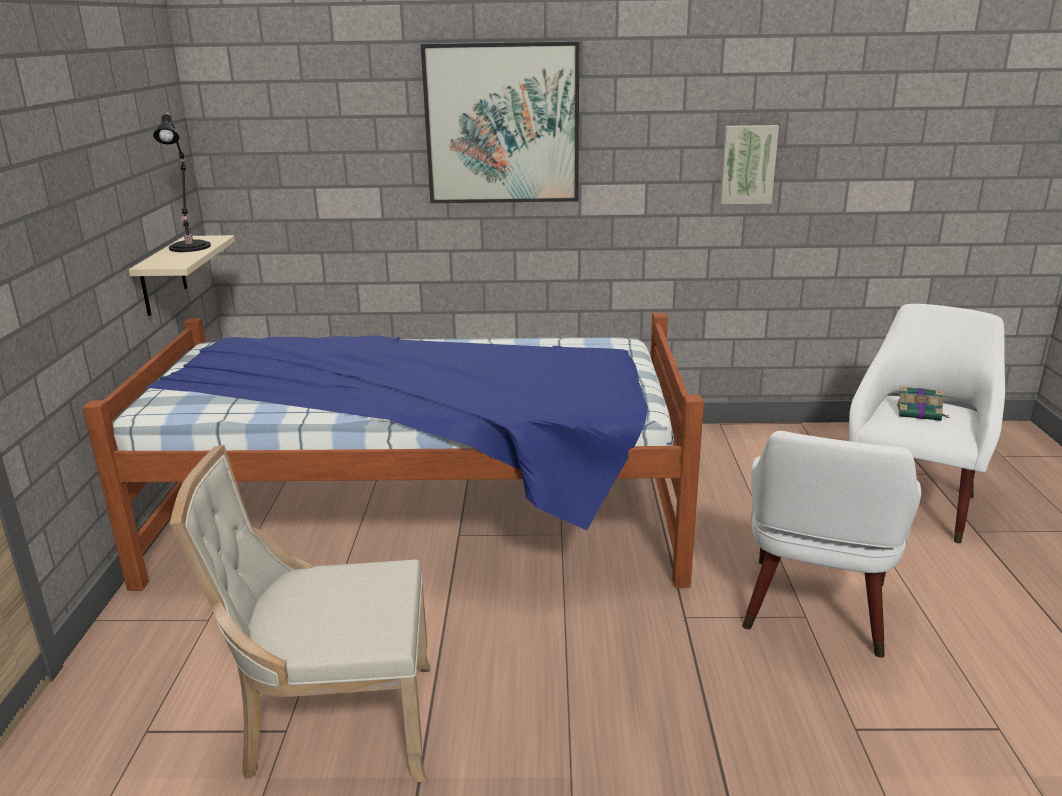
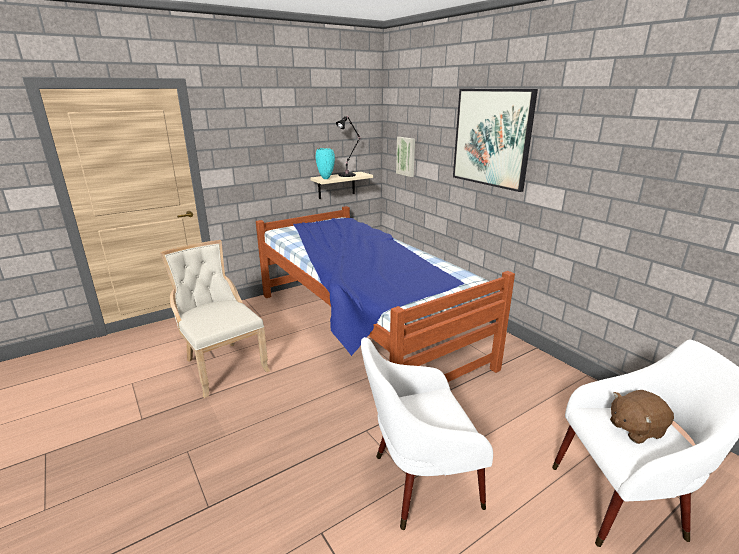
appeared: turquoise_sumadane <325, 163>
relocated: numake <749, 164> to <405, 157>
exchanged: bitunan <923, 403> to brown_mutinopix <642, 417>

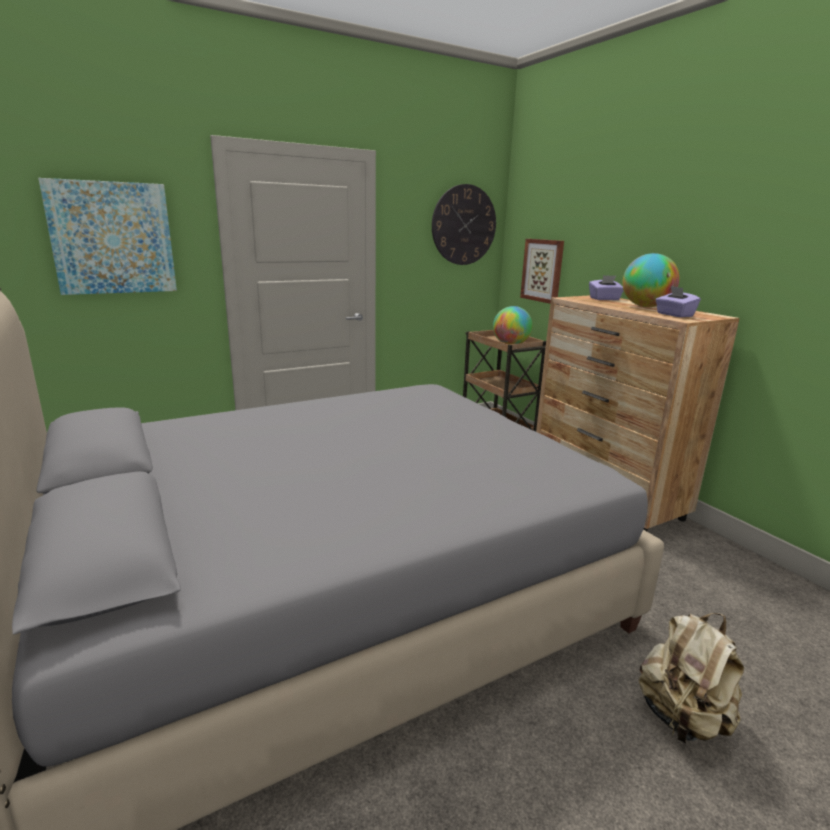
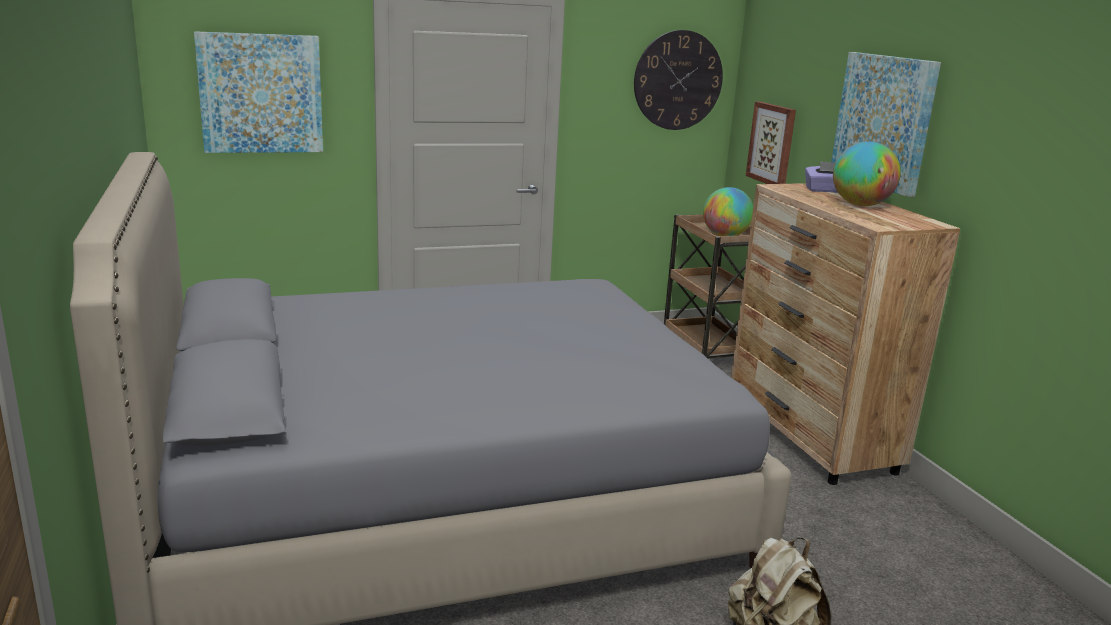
missing: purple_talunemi <678, 301>
appeared: numake <886, 124>

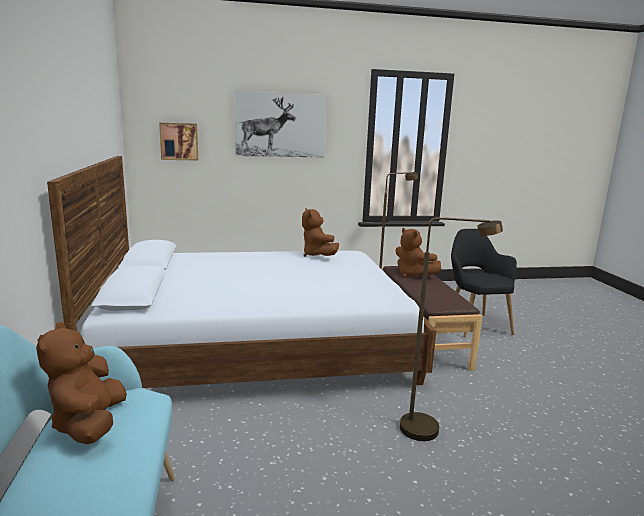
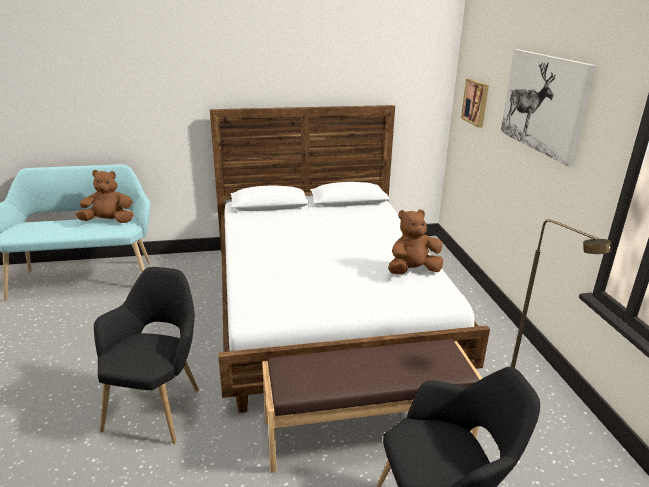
missing: brown_mutinopix <418, 253>
exchanged: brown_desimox <451, 329> to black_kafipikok <146, 355>

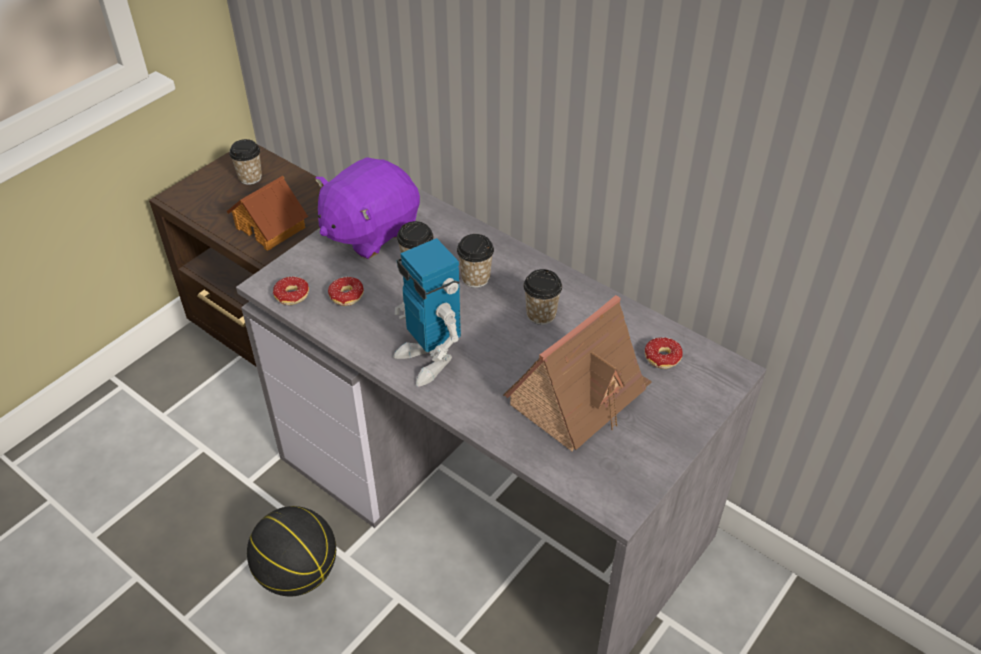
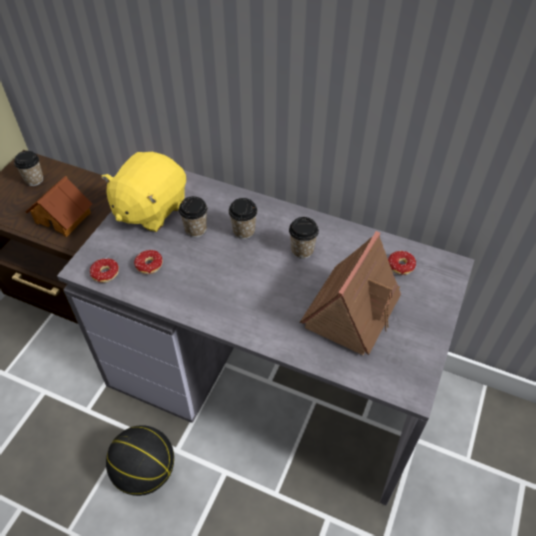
missing: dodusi <427, 312>
colour: purple_mutinopix <367, 208> to yellow_mutinopix <143, 192>

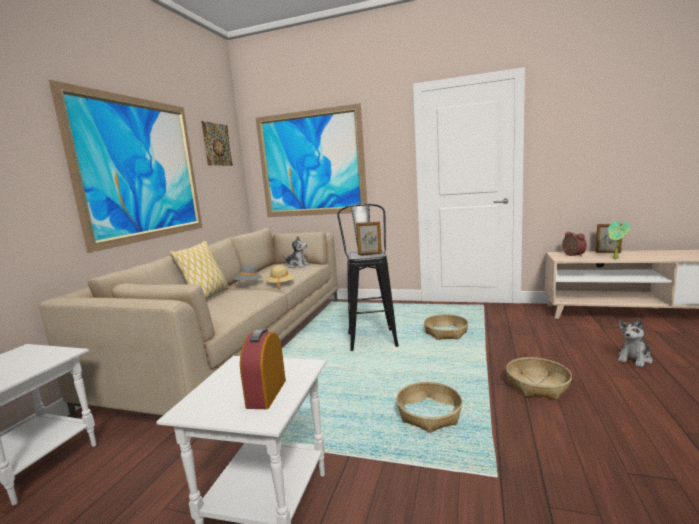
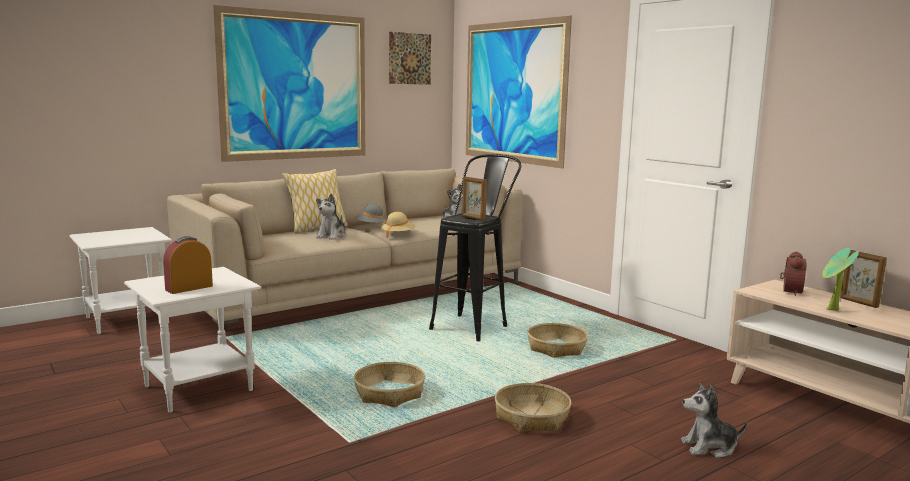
appeared: mutinopix <331, 216>

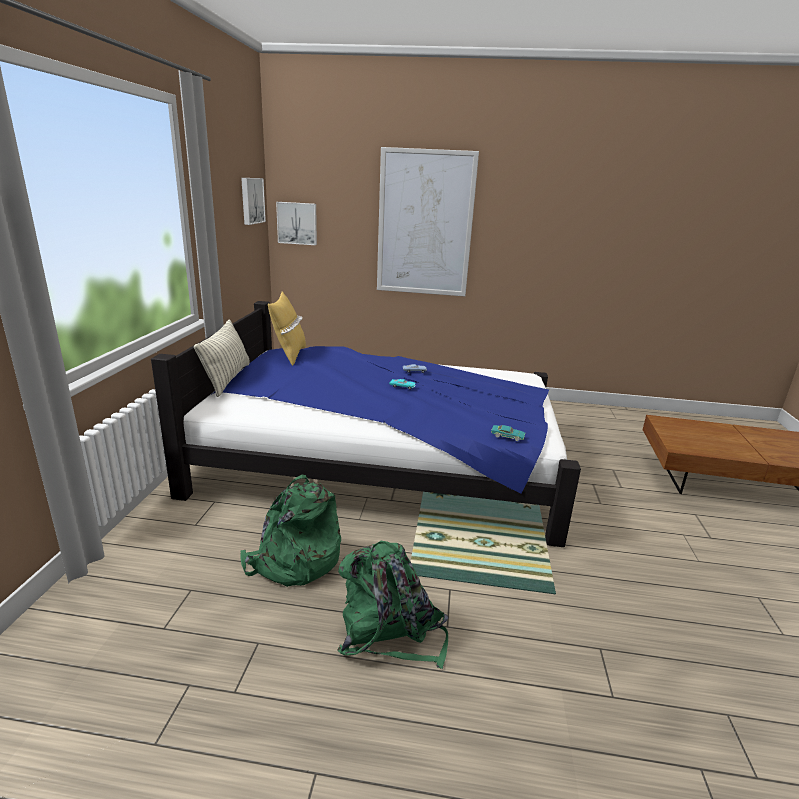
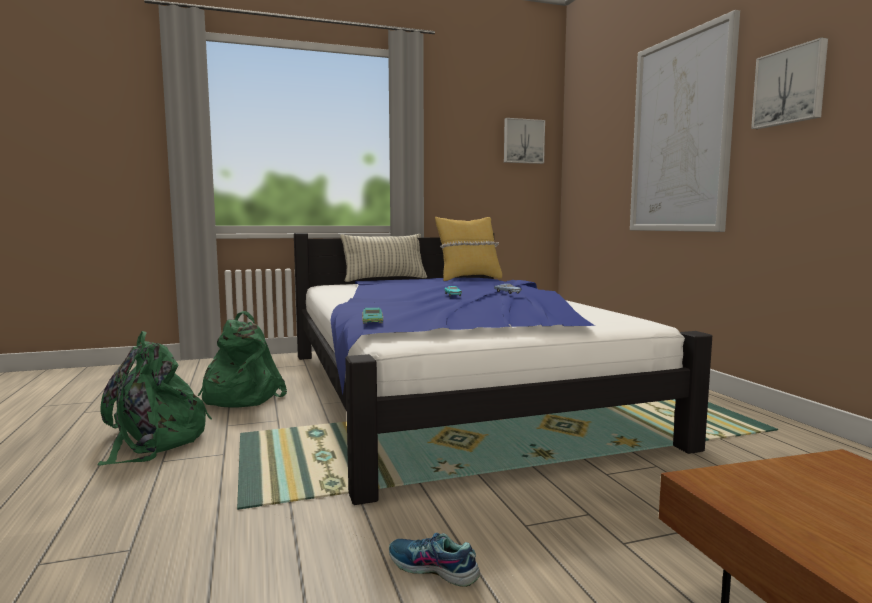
appeared: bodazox <434, 560>
relocated: numake <296, 223> to <789, 83>

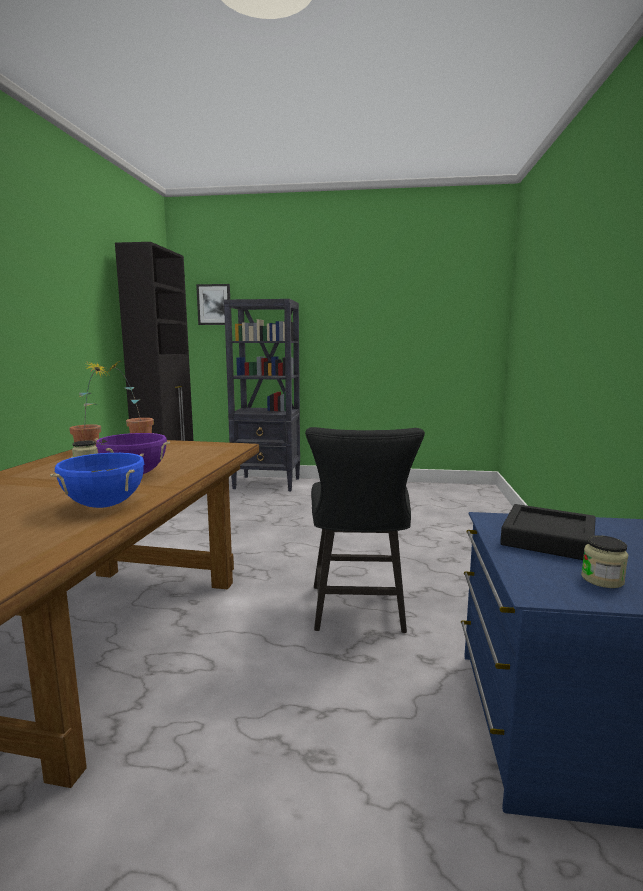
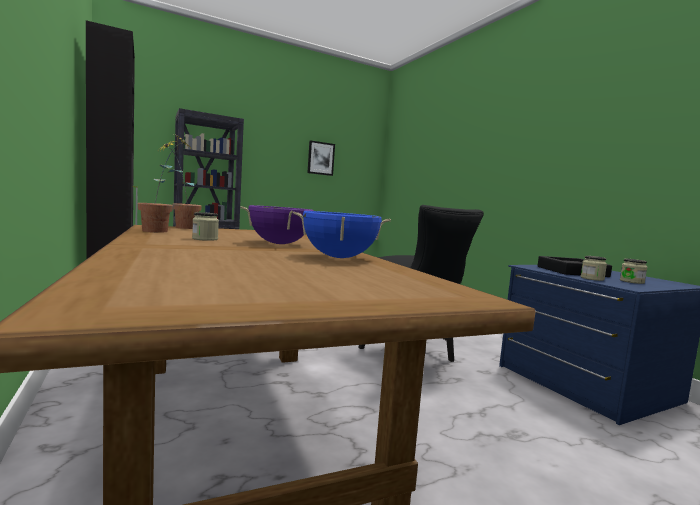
appeared: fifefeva <594, 268>
relocated: numake <213, 304> to <321, 158>

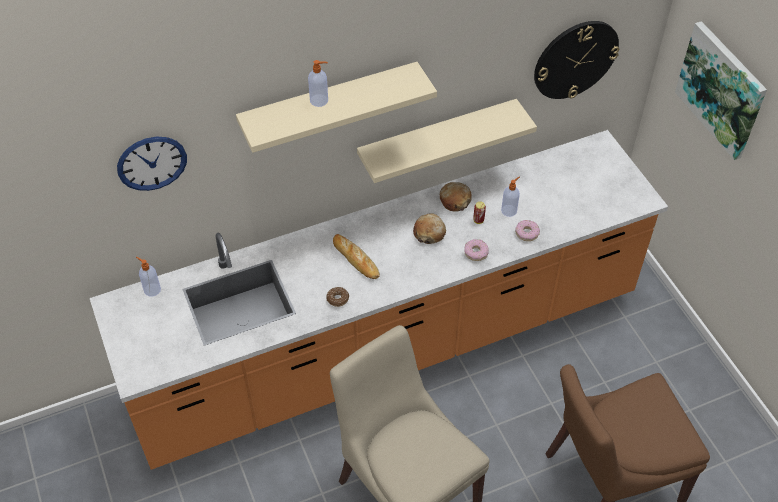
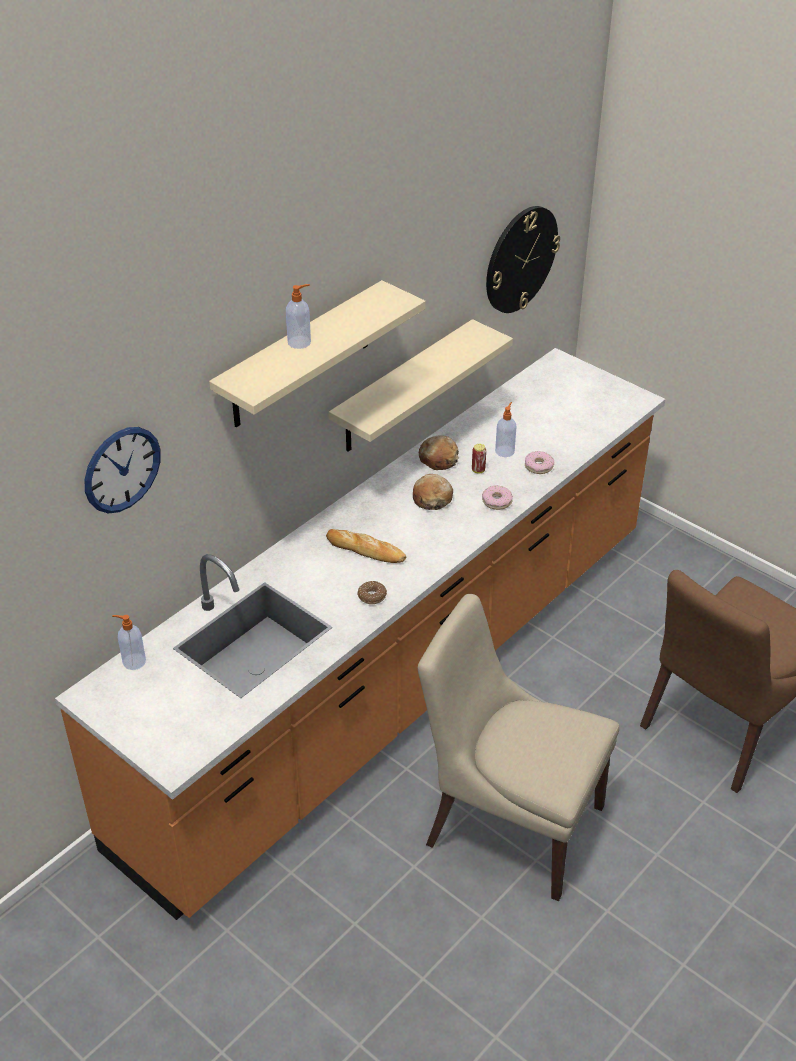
missing: numake <721, 90>

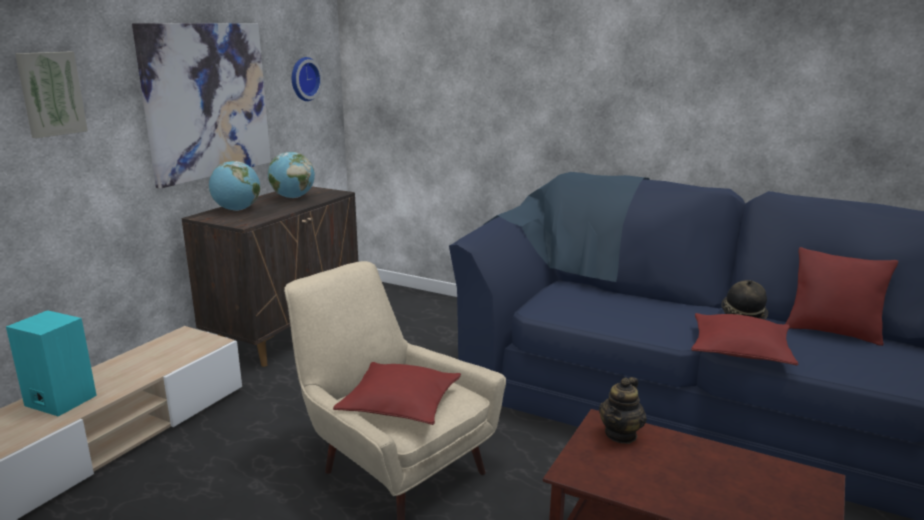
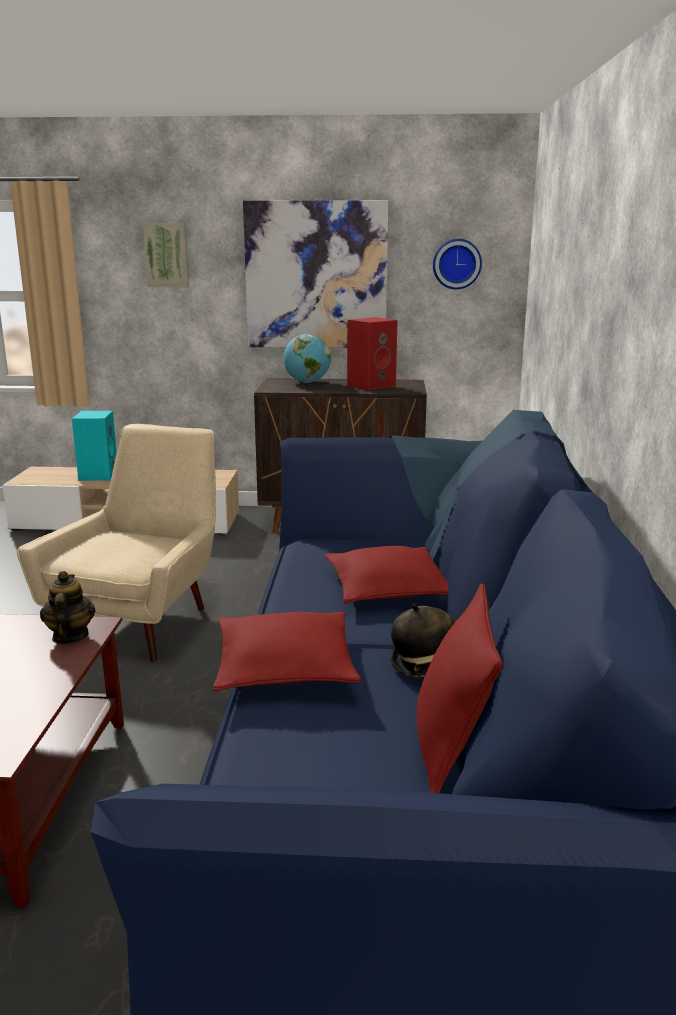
relocated: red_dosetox <397, 393> to <386, 574>
exchanged: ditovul <291, 175> to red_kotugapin <372, 353>
spun: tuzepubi <623, 410> = <68, 607> 75 degrees clockwise

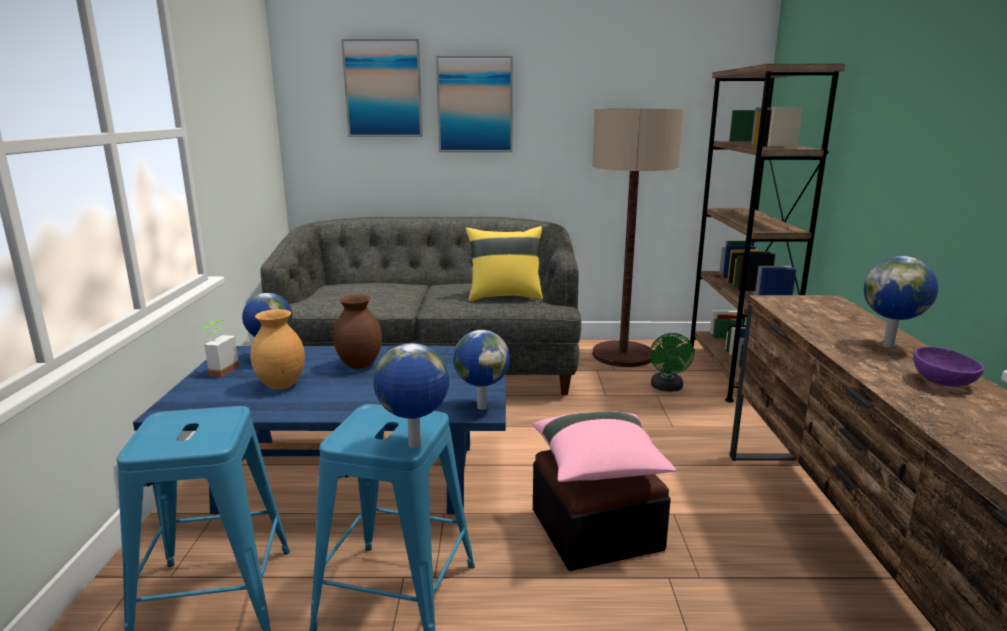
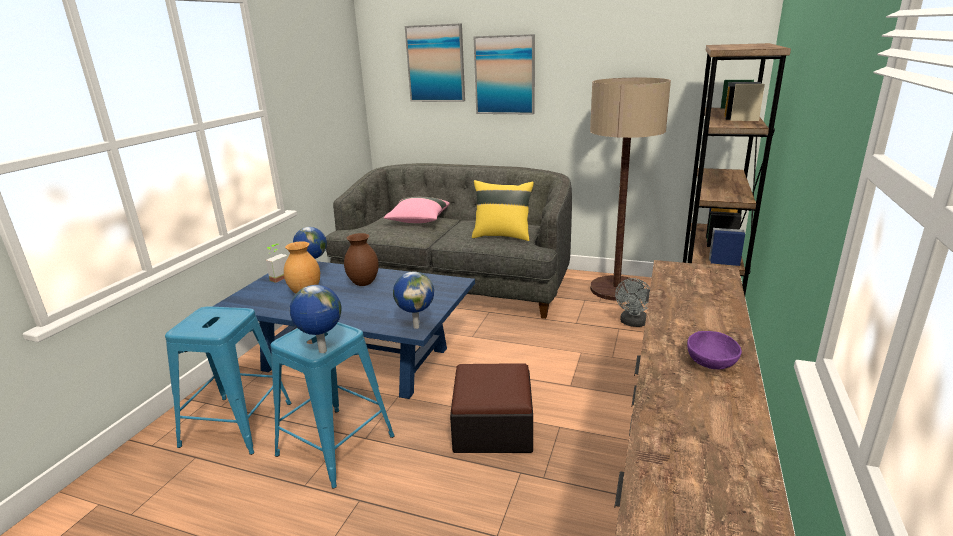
missing: ditovul <901, 302>
relocated: pink_dosetox <604, 447> to <417, 210>
colour: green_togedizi <672, 362> to grey_togedizi <632, 302>

